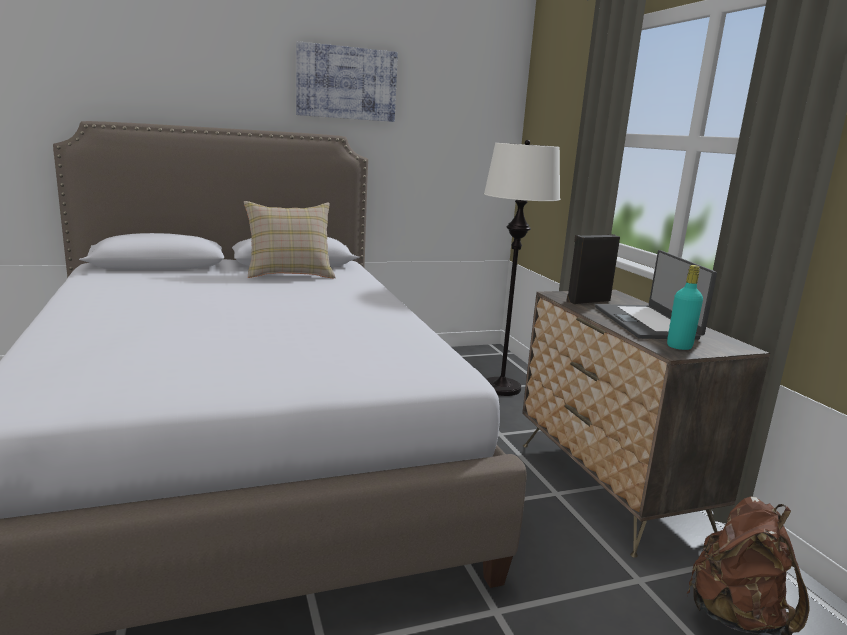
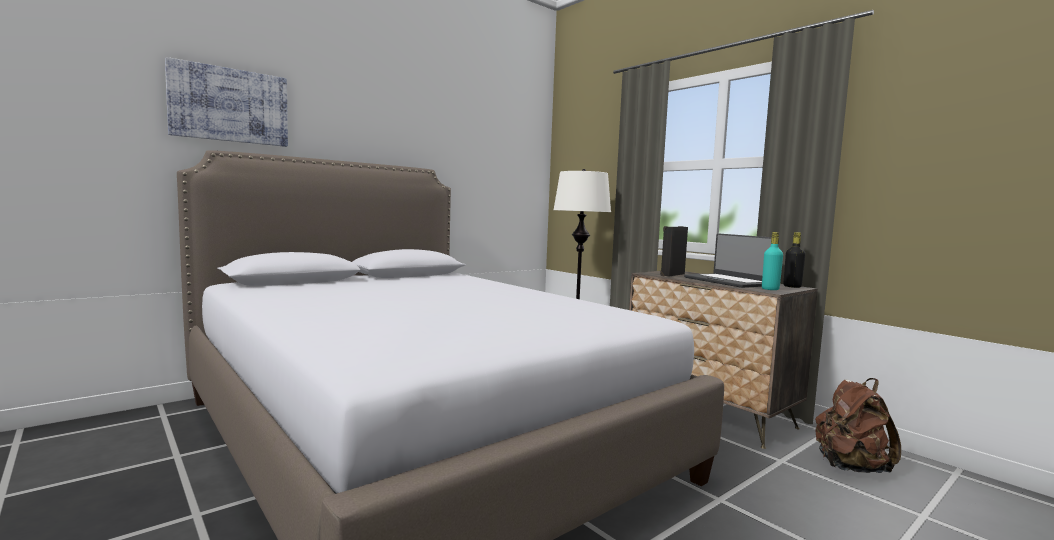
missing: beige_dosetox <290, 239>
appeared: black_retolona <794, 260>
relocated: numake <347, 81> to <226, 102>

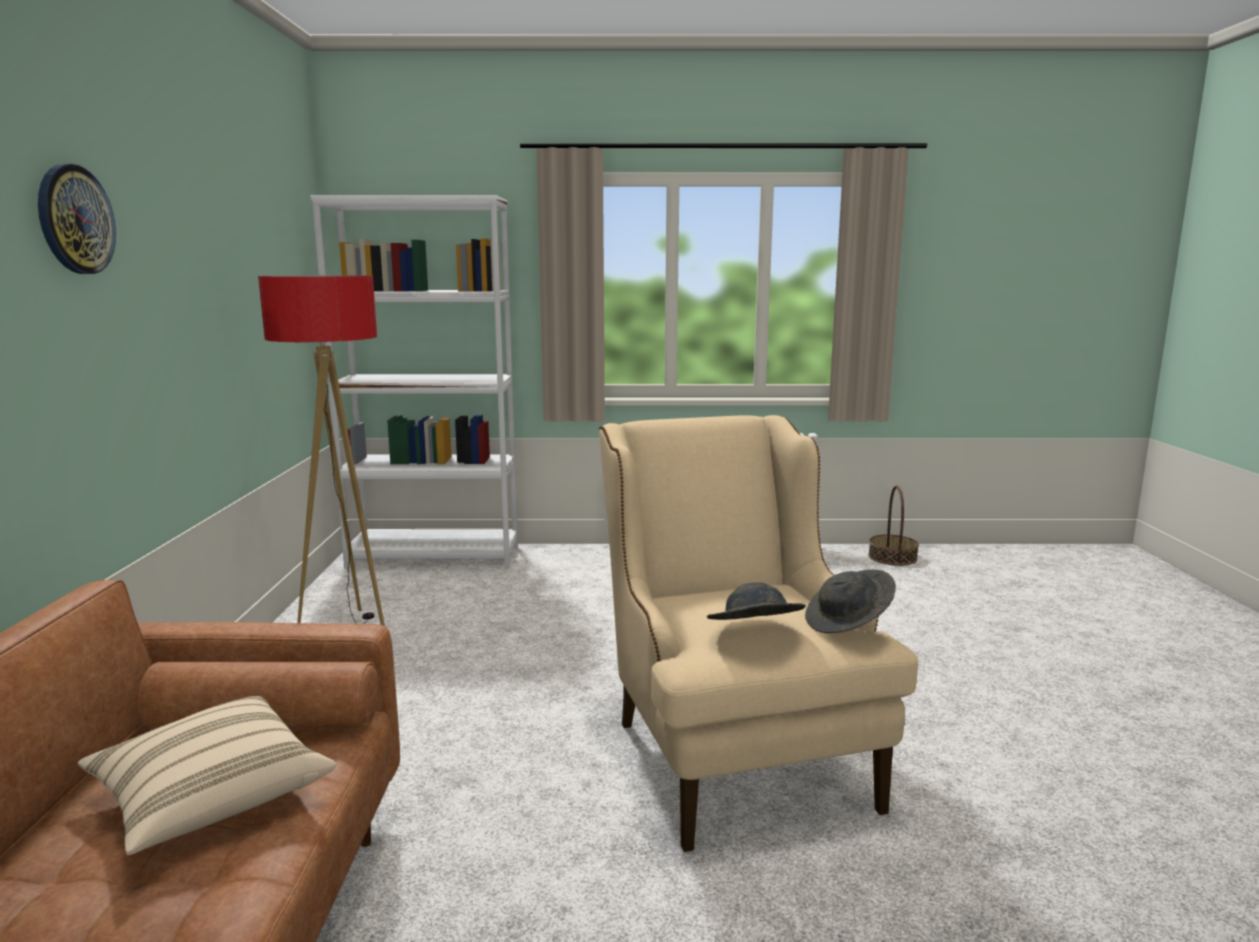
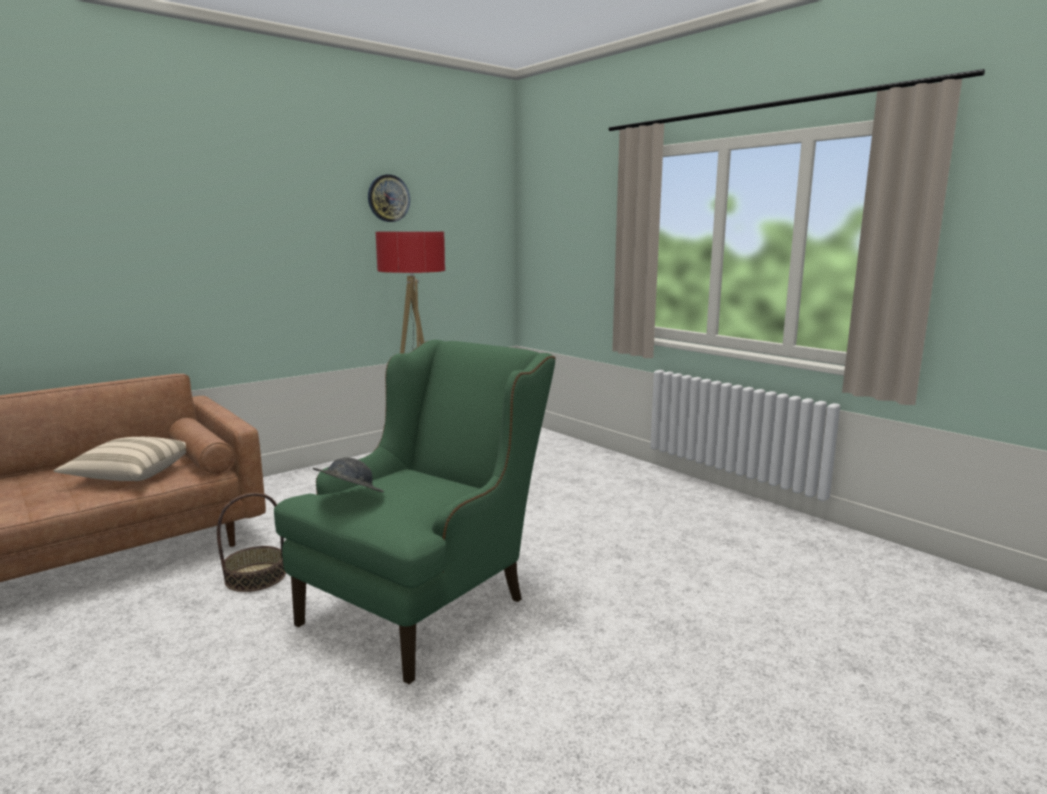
missing: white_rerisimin <414, 381>; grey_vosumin <850, 601>
relocated: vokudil <77, 219> to <389, 198>; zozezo <893, 526> to <251, 542>
colour: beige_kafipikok <758, 633> to green_kafipikok <415, 512>

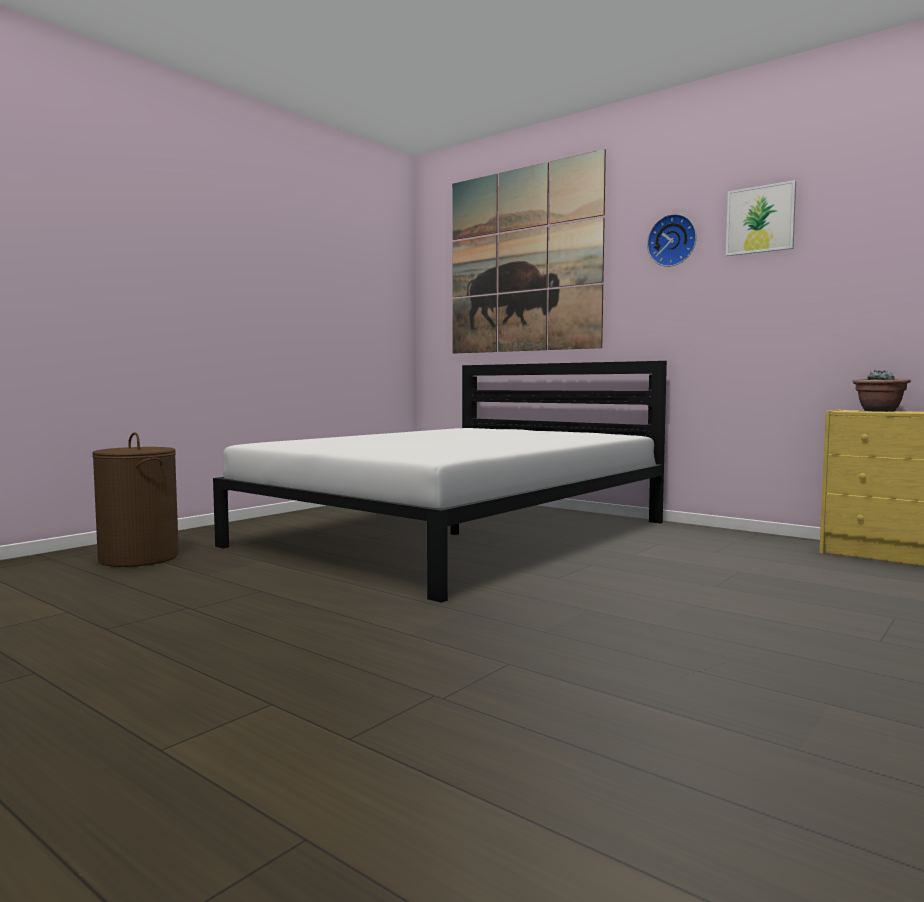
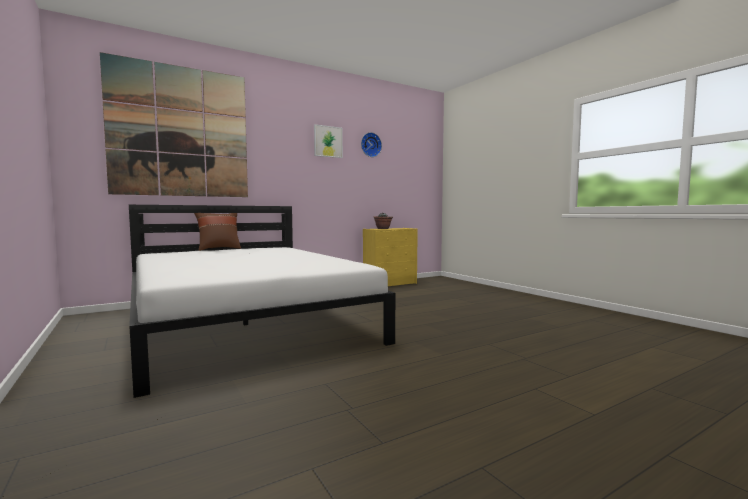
missing: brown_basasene <135, 499>
appeared: brown_dosetox <217, 232>
relocated: vokudil <671, 240> to <371, 144>

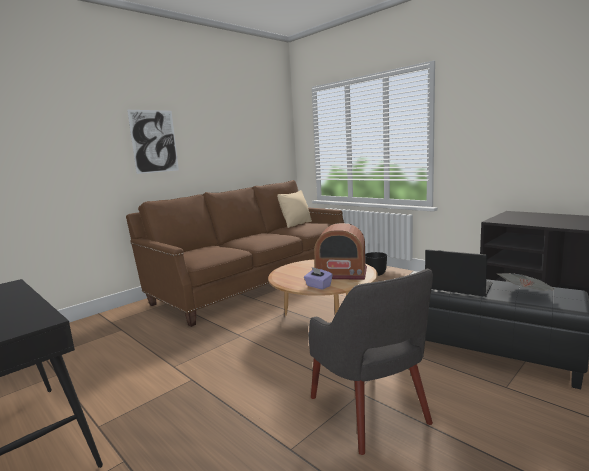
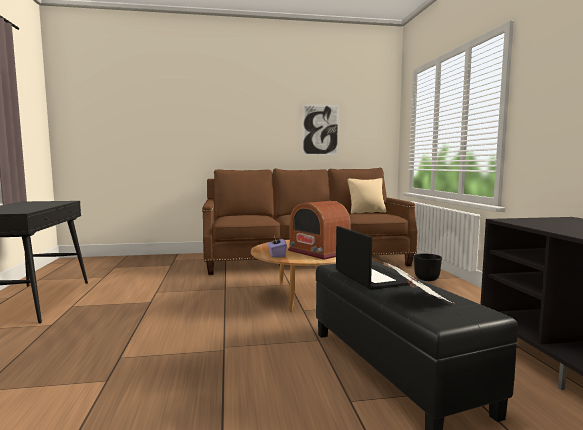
missing: grey_kafipikok <370, 362>
relocated: numake <153, 142> to <320, 129>

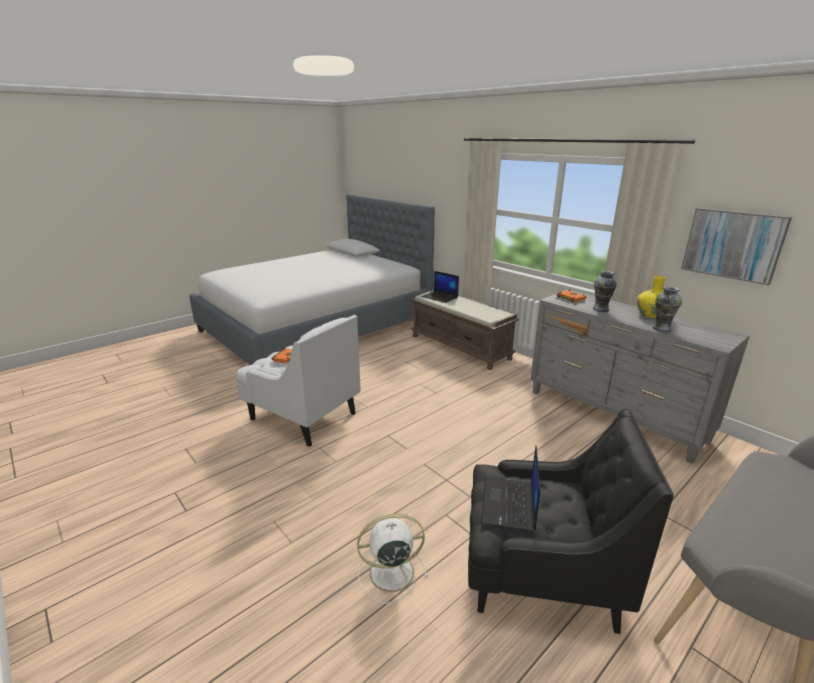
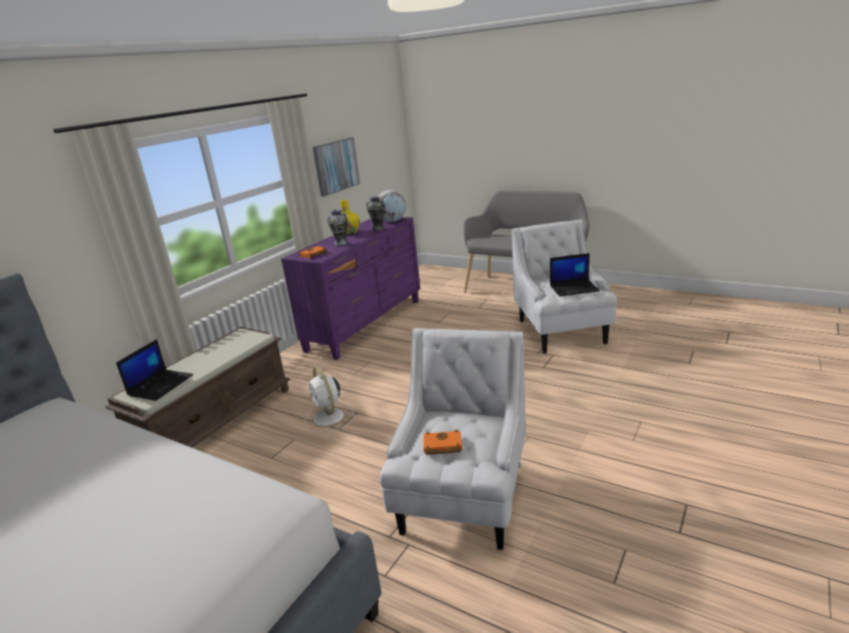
appeared: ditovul <392, 206>
relocated: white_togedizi <392, 559> to <330, 400>
colour: black_kafipikok <571, 521> to white_kafipikok <564, 287>; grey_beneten <640, 376> to purple_beneten <350, 288>

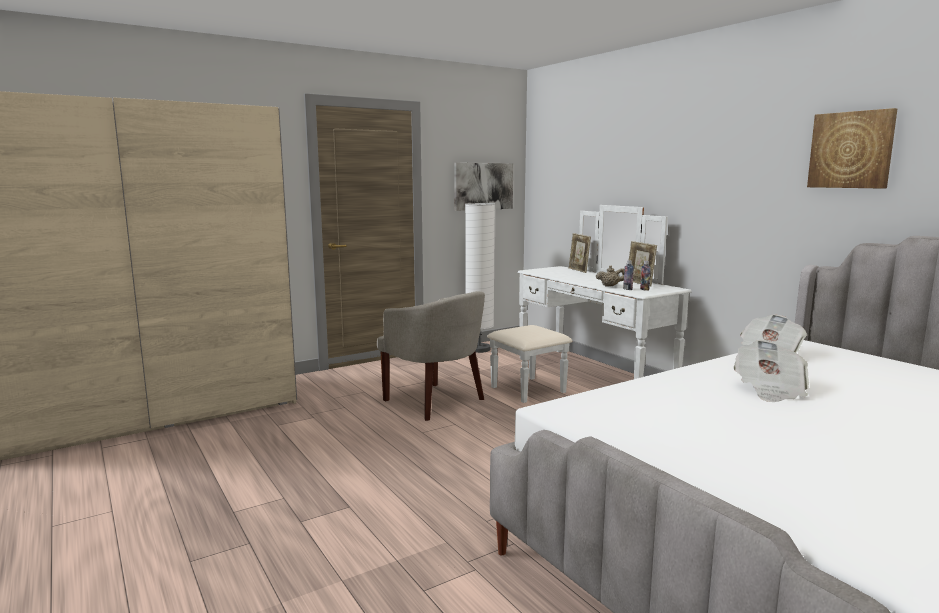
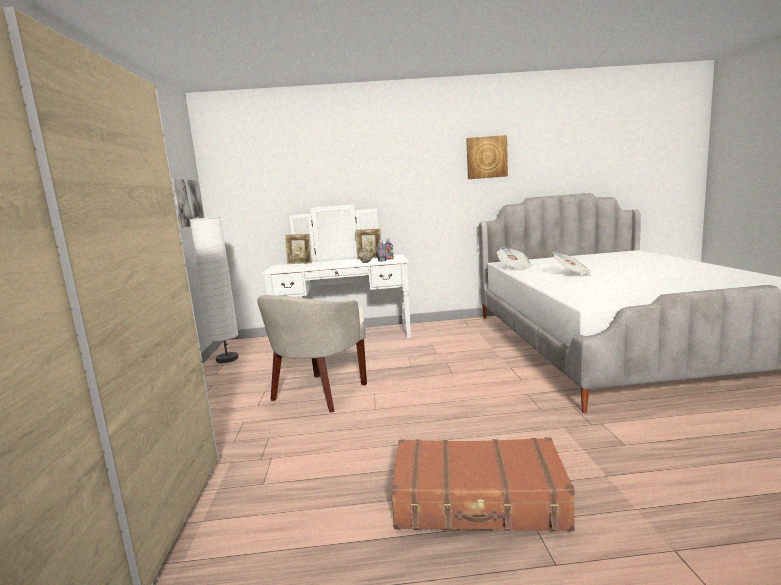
appeared: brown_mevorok <483, 484>
spun: beige_kafipikok <431, 356> = <312, 354> 135 degrees clockwise

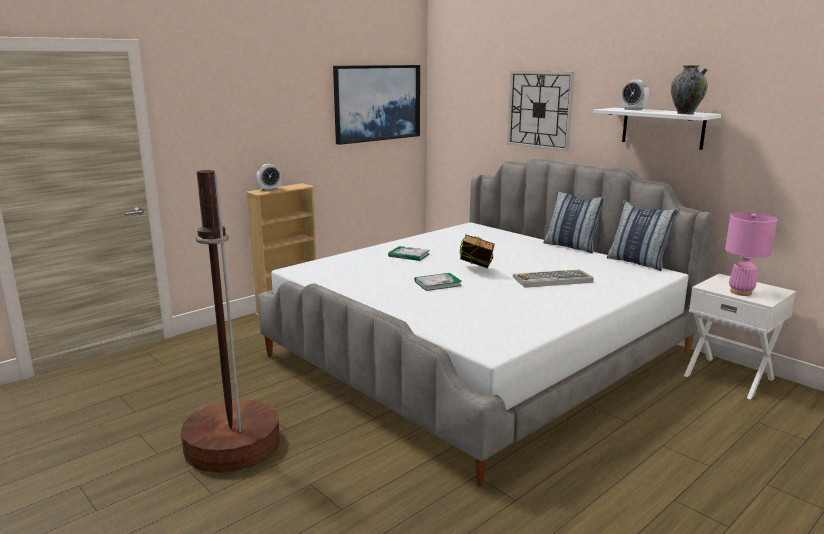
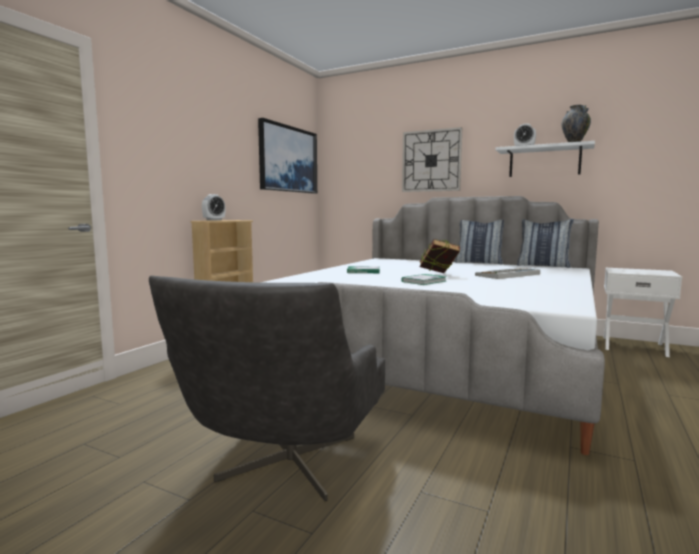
missing: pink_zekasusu <751, 254>
exchanged: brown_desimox <230, 321> to grey_kafipikok <267, 388>

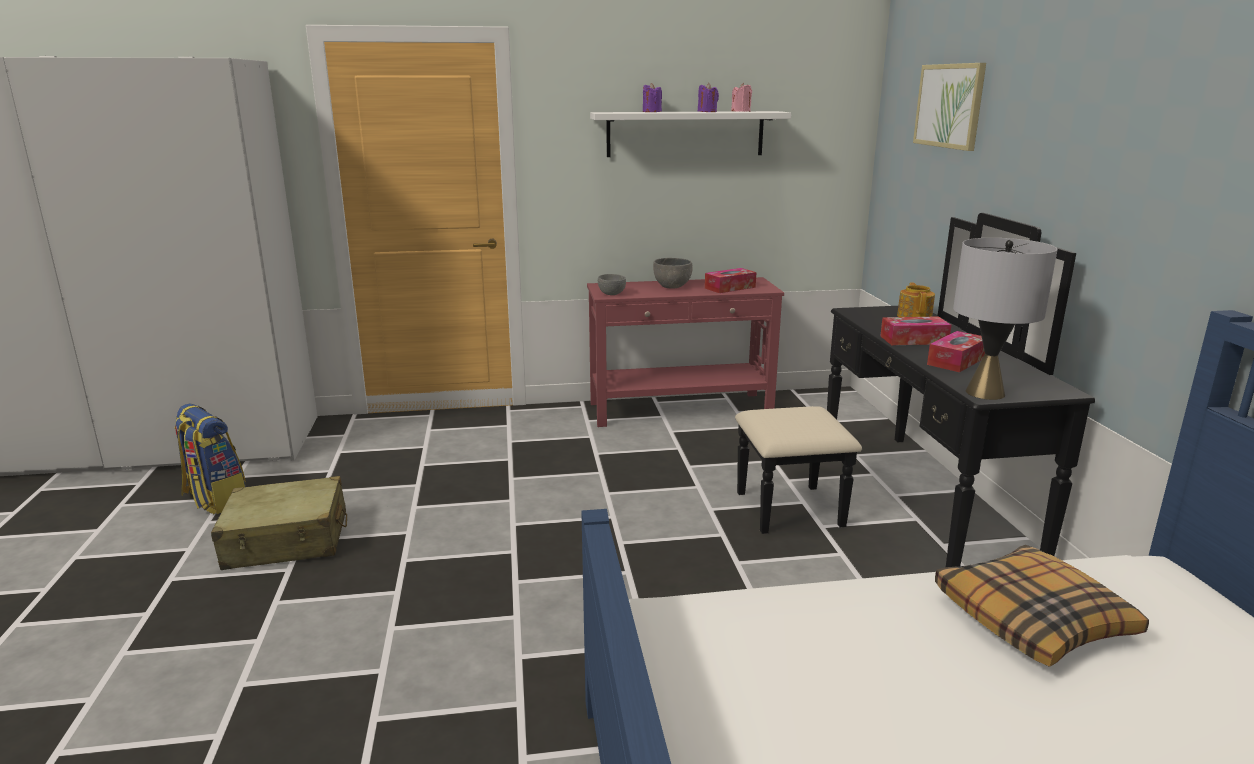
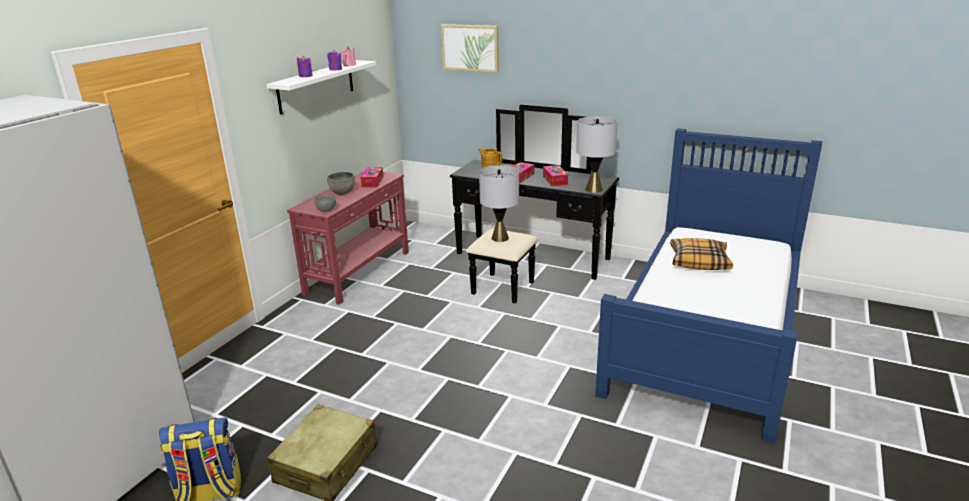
appeared: grey_zekasusu <499, 203>

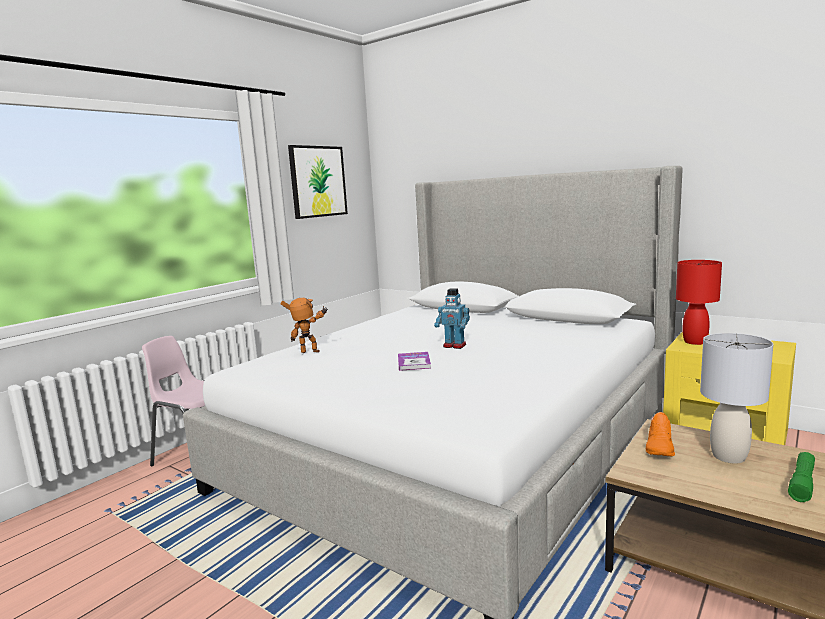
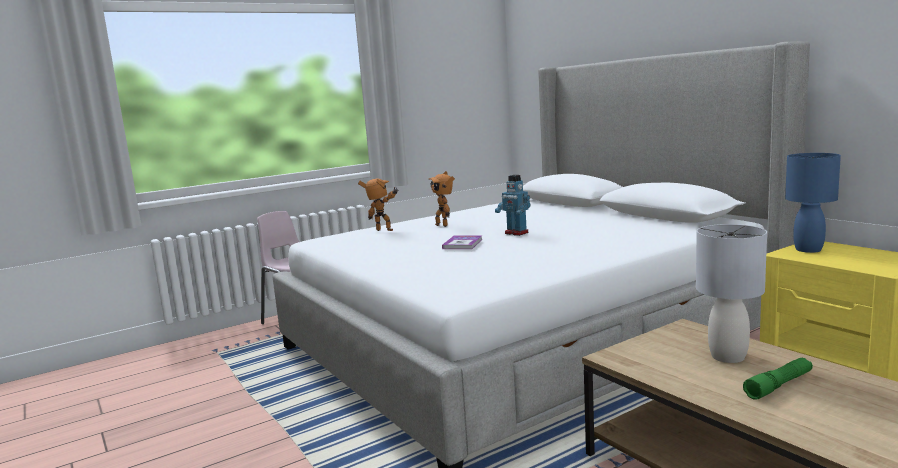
missing: numake <318, 182>; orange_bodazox <660, 434>
appeared: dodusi <442, 199>
colour: red_zekasusu <699, 302> to blue_zekasusu <813, 203>

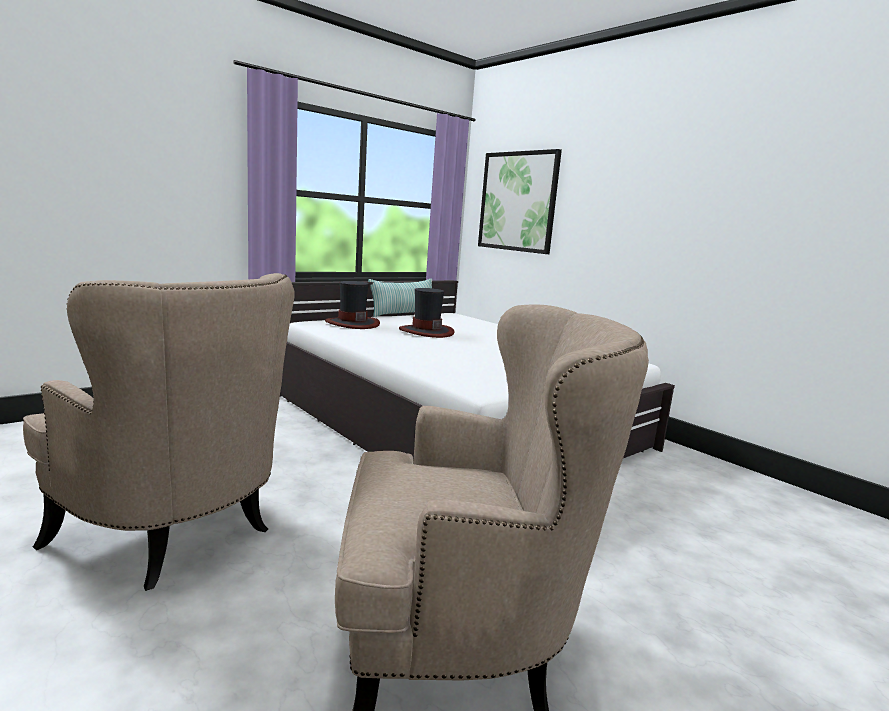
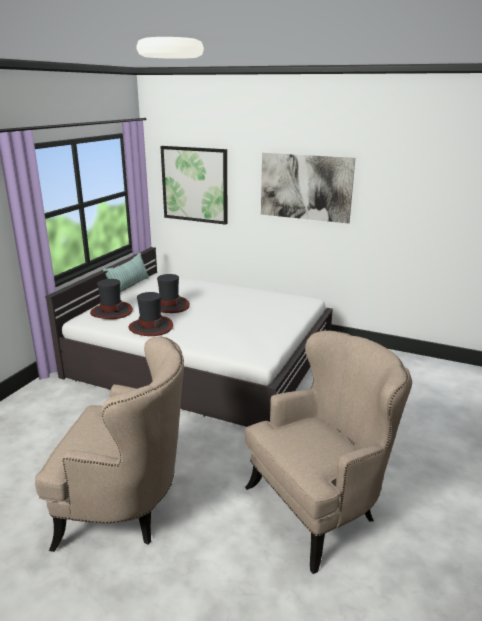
appeared: vosumin <151, 314>; numake <308, 188>

